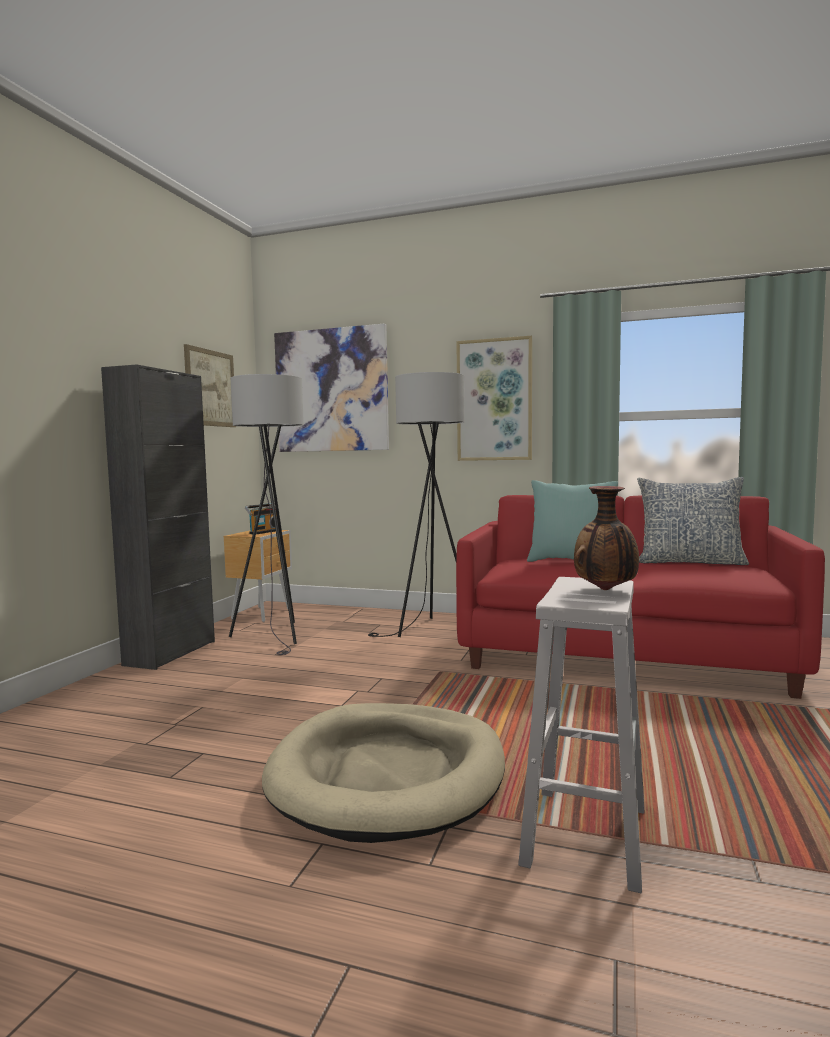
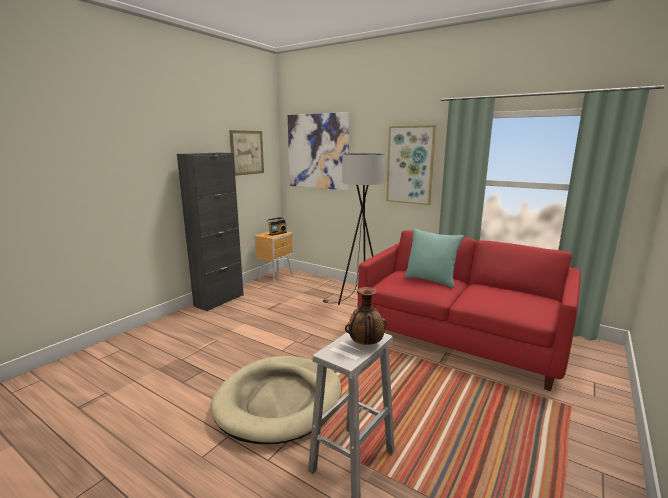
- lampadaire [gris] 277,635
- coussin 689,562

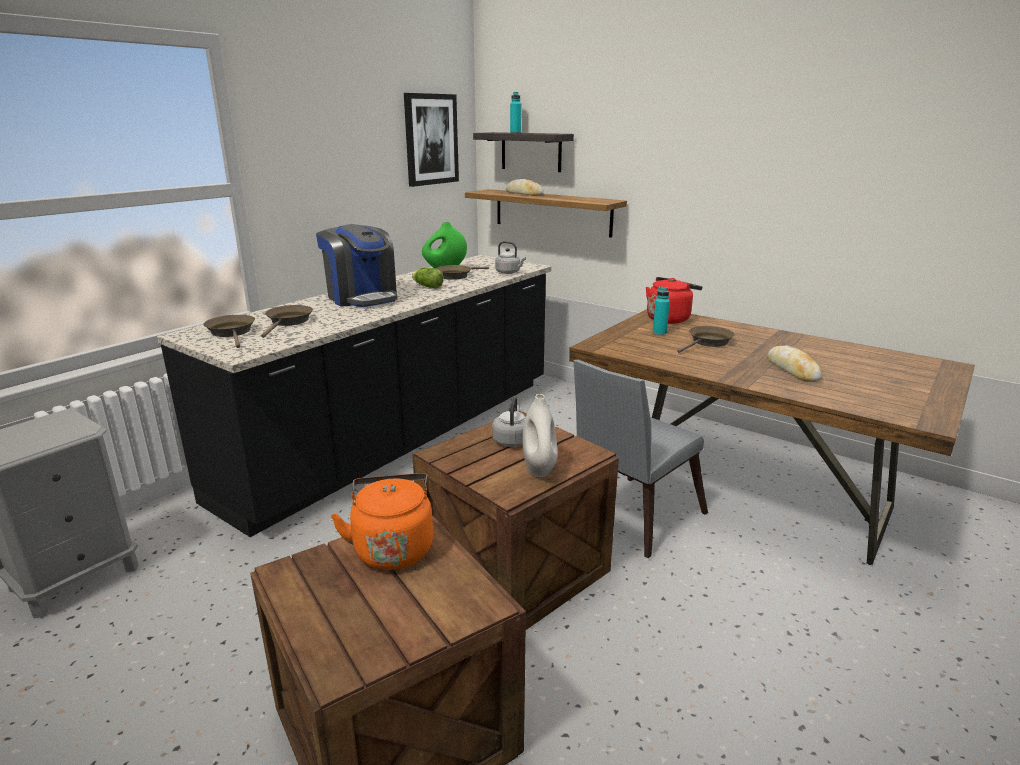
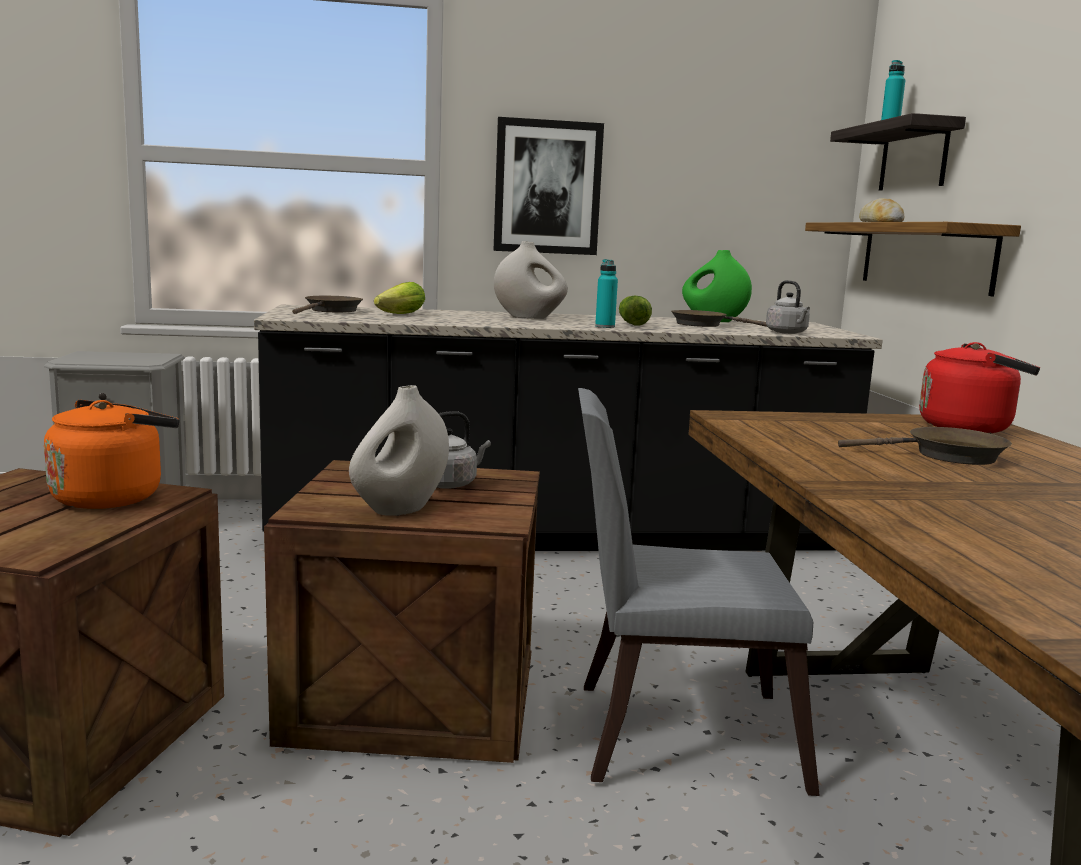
~ tableau 431,139 to 547,187
~ machine à café 362,297 to vase [blanc] 529,317
~ bouteille [turquoise] 659,333 to 605,326
~ poêle [marron] 288,322 to laitue 398,314
- pain 792,370

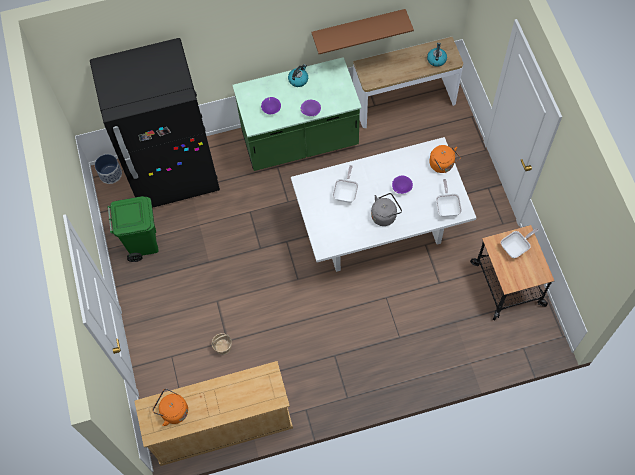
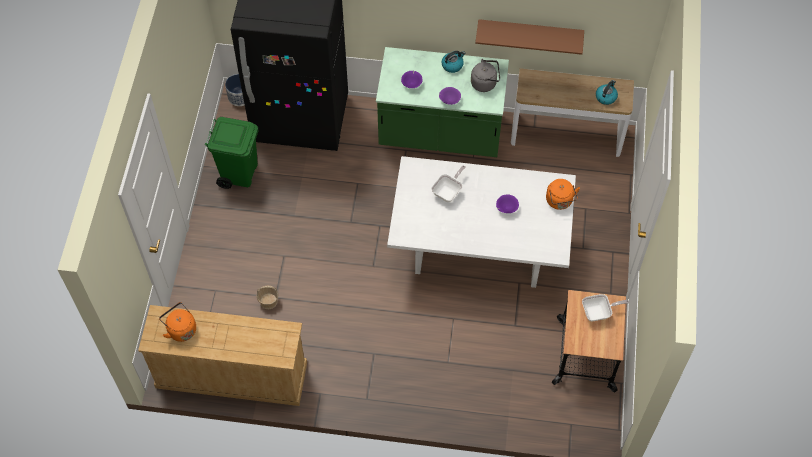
- poêle 447,207
~ bouilloire [gris] 385,215 to 485,83

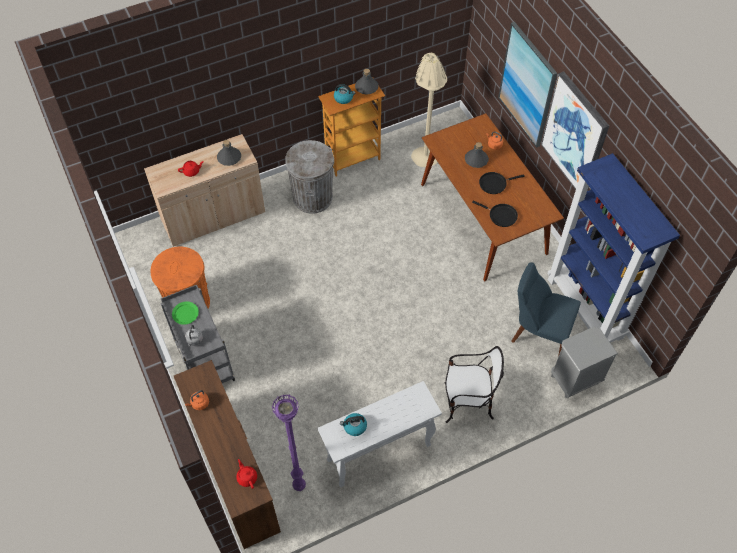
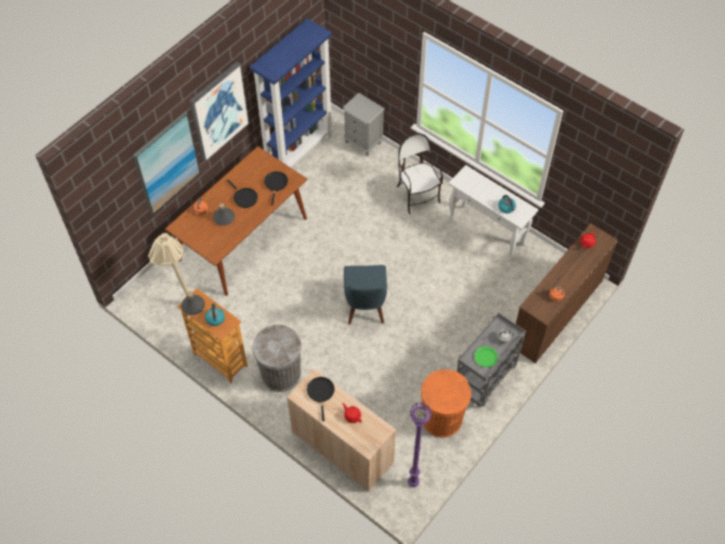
~ bouteille [gris] 229,158 to poêle [noir] 321,393
~ chaise [bleu] 538,332 to 365,307
~ lampadaire [violet] 300,485 to 412,483

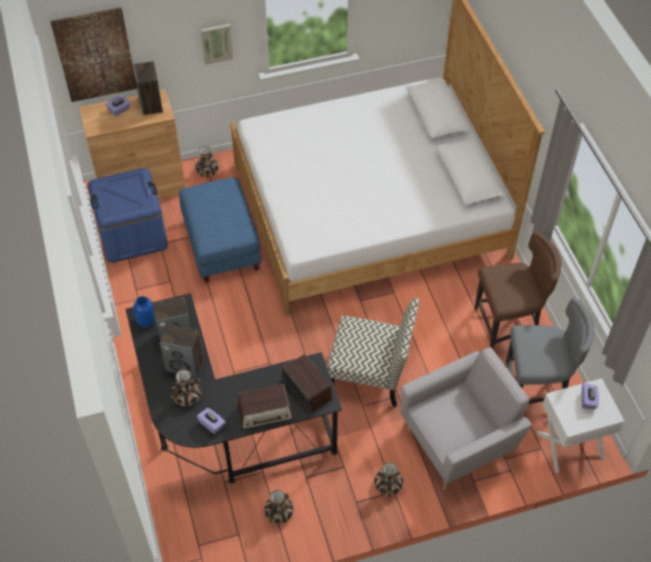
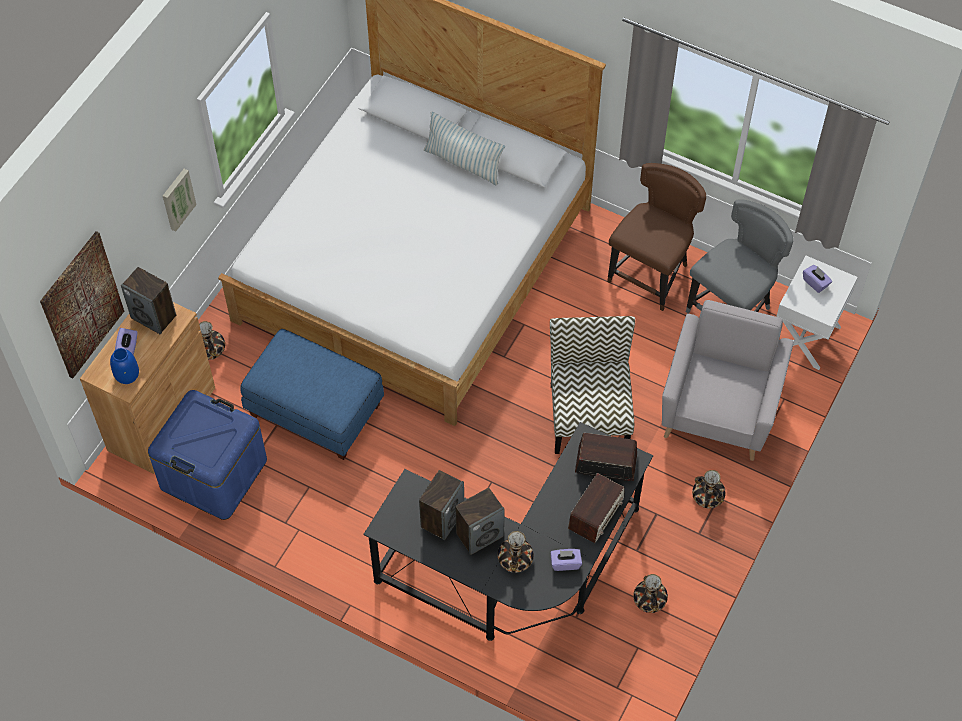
~ vase [bleu] 146,320 to 127,375
~ chaise 370,374 = 588,415 60 degrees counterclockwise
+ coussin 463,163

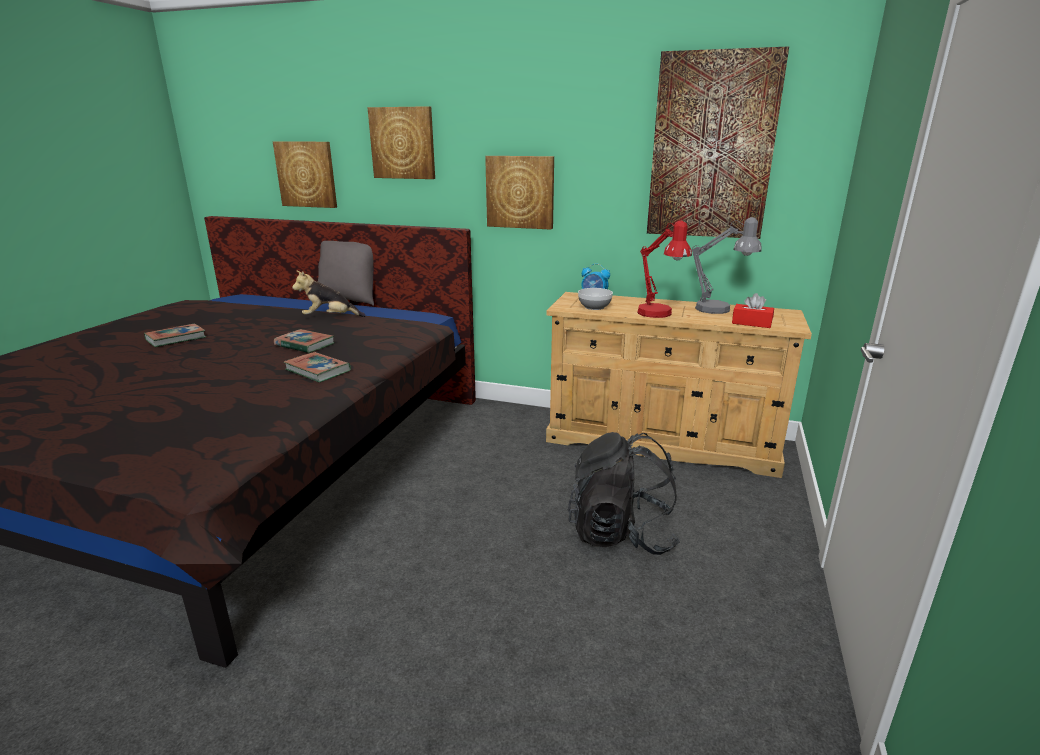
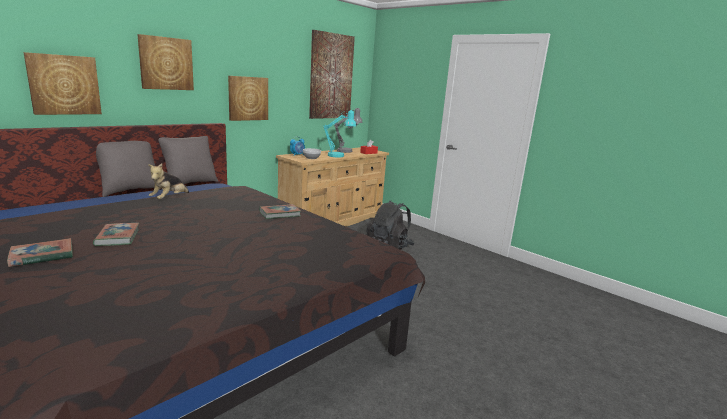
~ lampe de table [rouge] 659,315 to lampe de table [turquoise] 339,156
~ livre 305,345 to 42,256
+ coussin [gris] 190,184

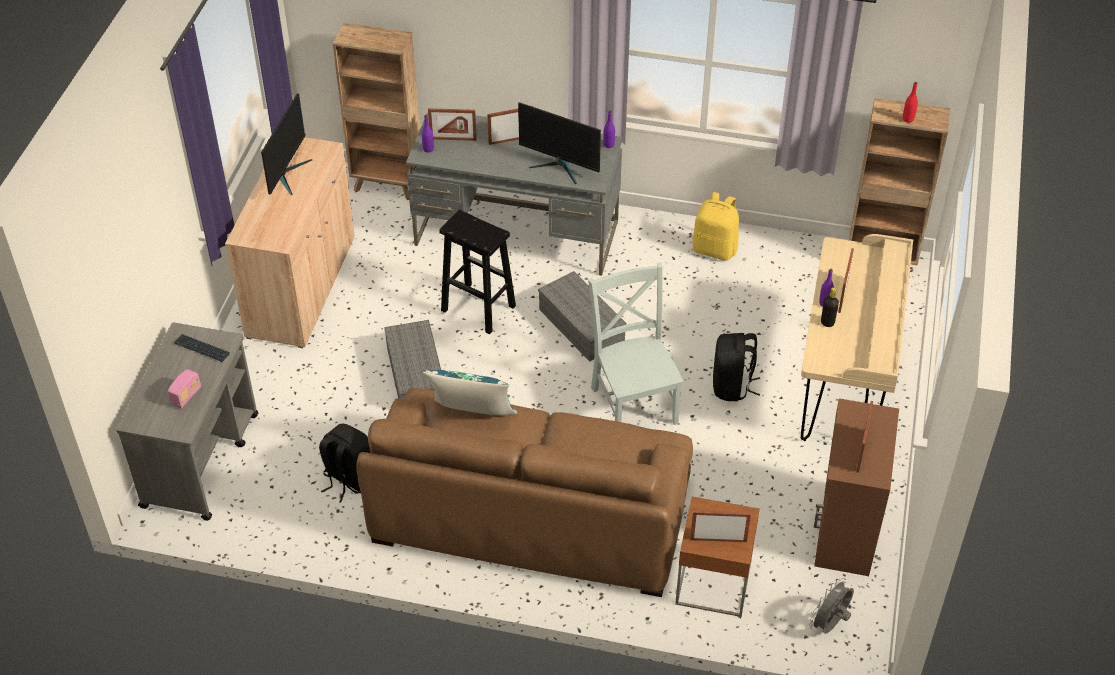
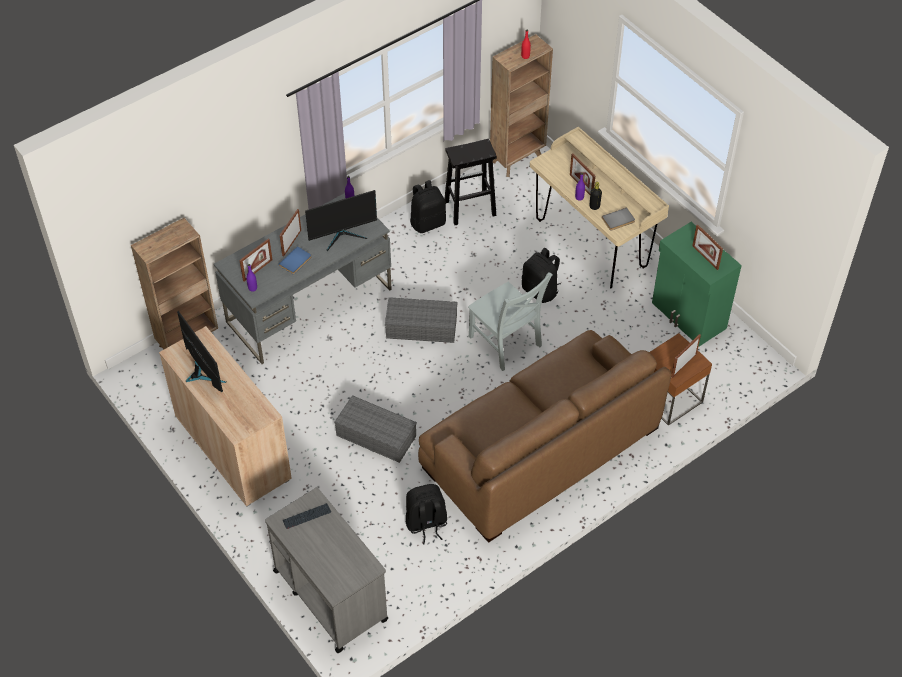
~ sac à dos [jaune] 715,249 to sac à dos [noir] 428,222
~ tabouret [noir] 477,308 to 469,208
~ chaise [gris] 633,402 = 506,343 150 degrees counterclockwise
- radio 186,396
- coussin [bleu] 472,418
~ meuble de rangement [marron] 844,531 to meuble de rangement [vert] 688,316
- ventilateur [gris] 830,624
+ livre [gris] 618,220
+ livre [bleu] 296,262

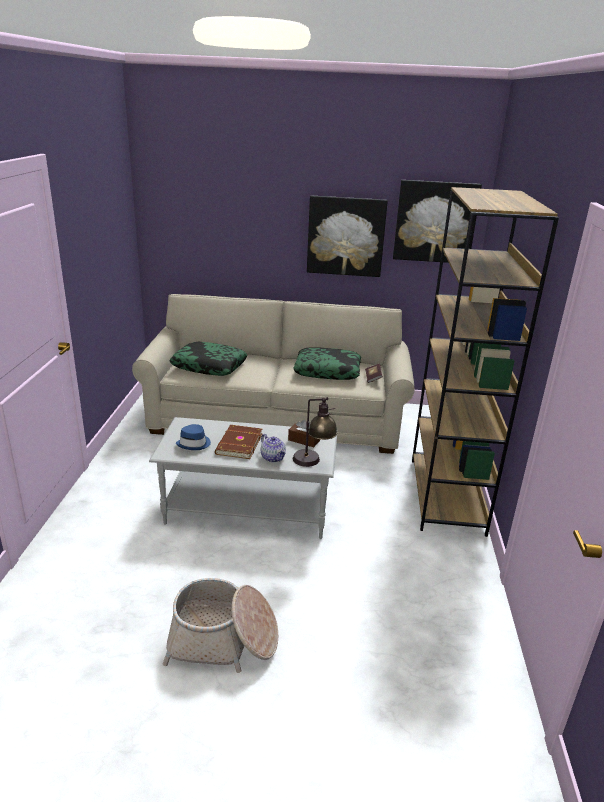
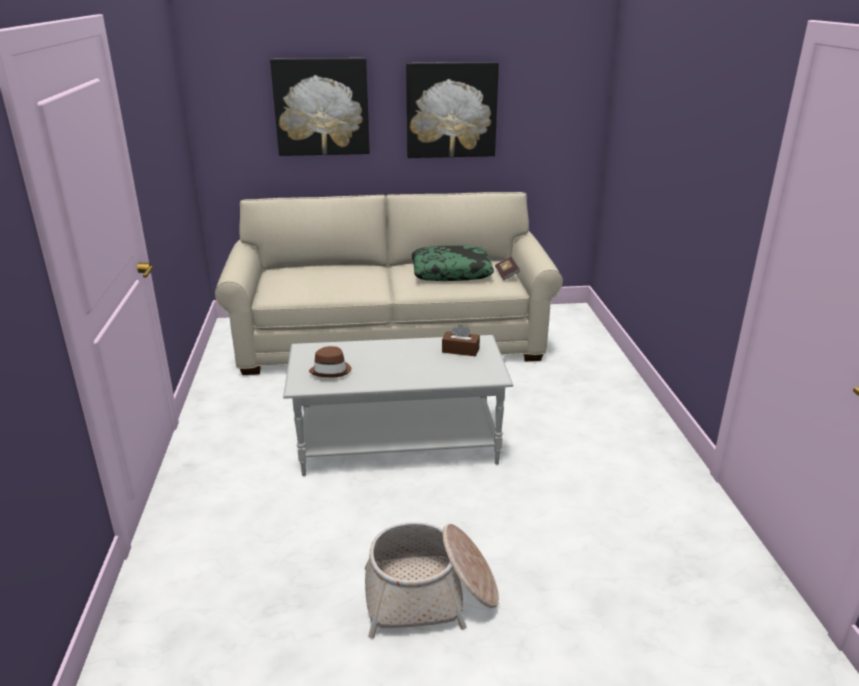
~ tableau 435,222 to 321,107
- bibliothèque [marron] 447,496
- coussin 209,366
- lampe de table 313,464
~ chapeau [bleu] 194,444 to chapeau [marron] 331,370
- livre [marron] 238,444
- théière 273,458

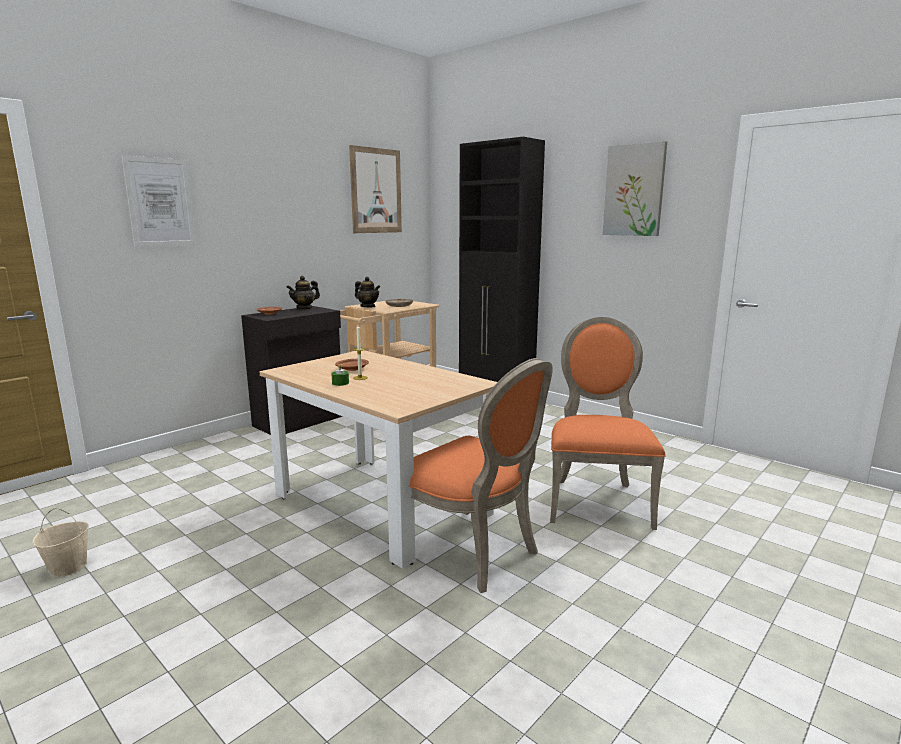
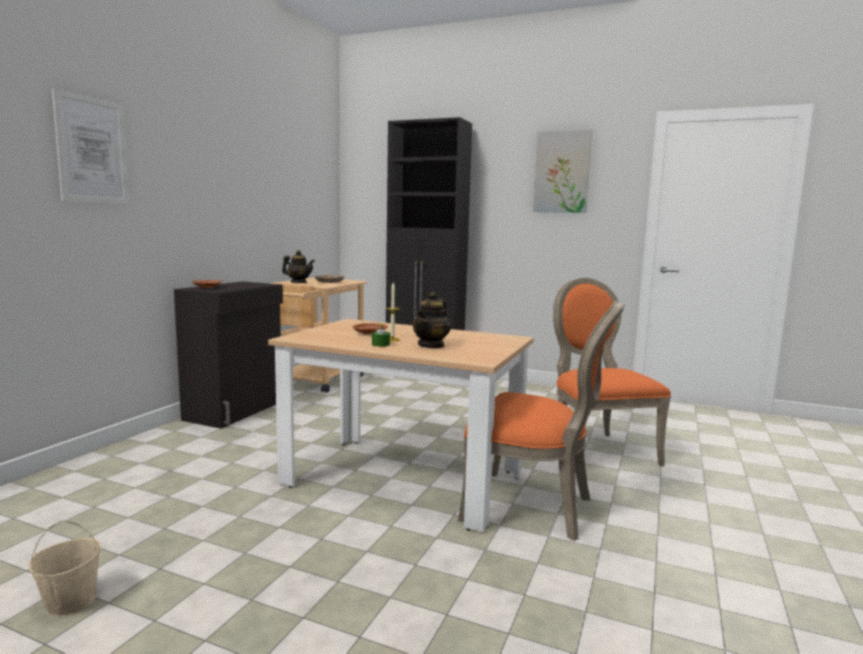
- tableau 376,191
~ théière 304,308 to 431,345

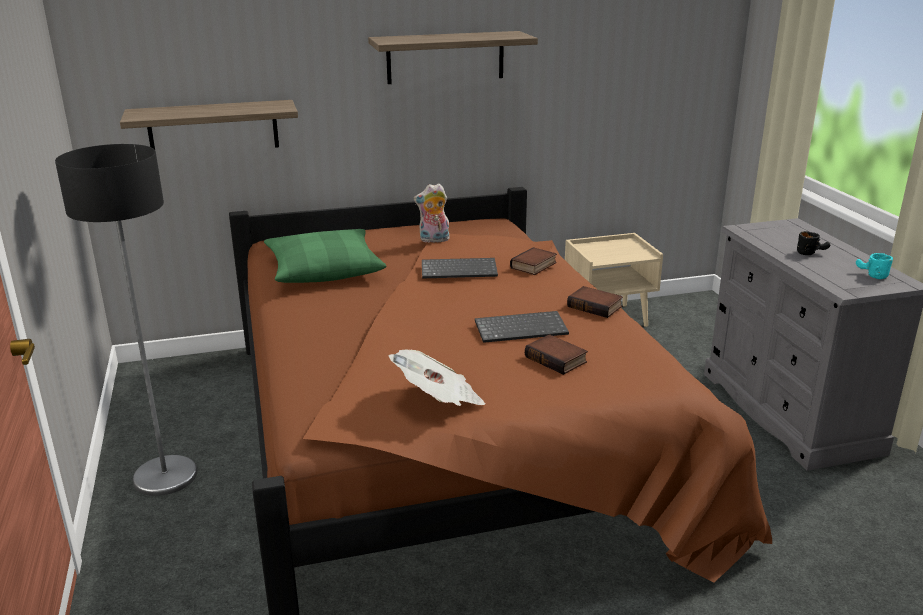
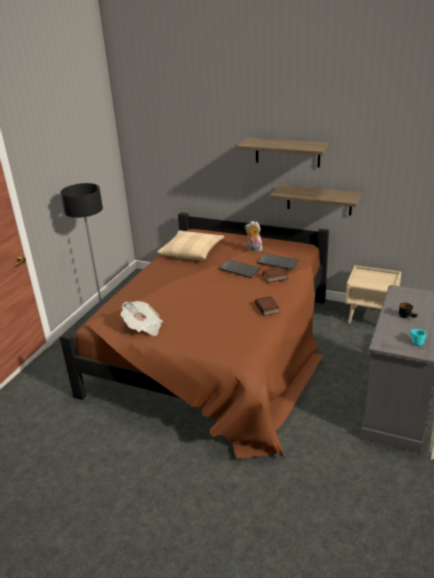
~ étagère 213,128 to 319,200
~ coussin [vert] 324,269 to coussin [beige] 192,251
~ clavier 521,328 to 278,262
- livre 557,359

